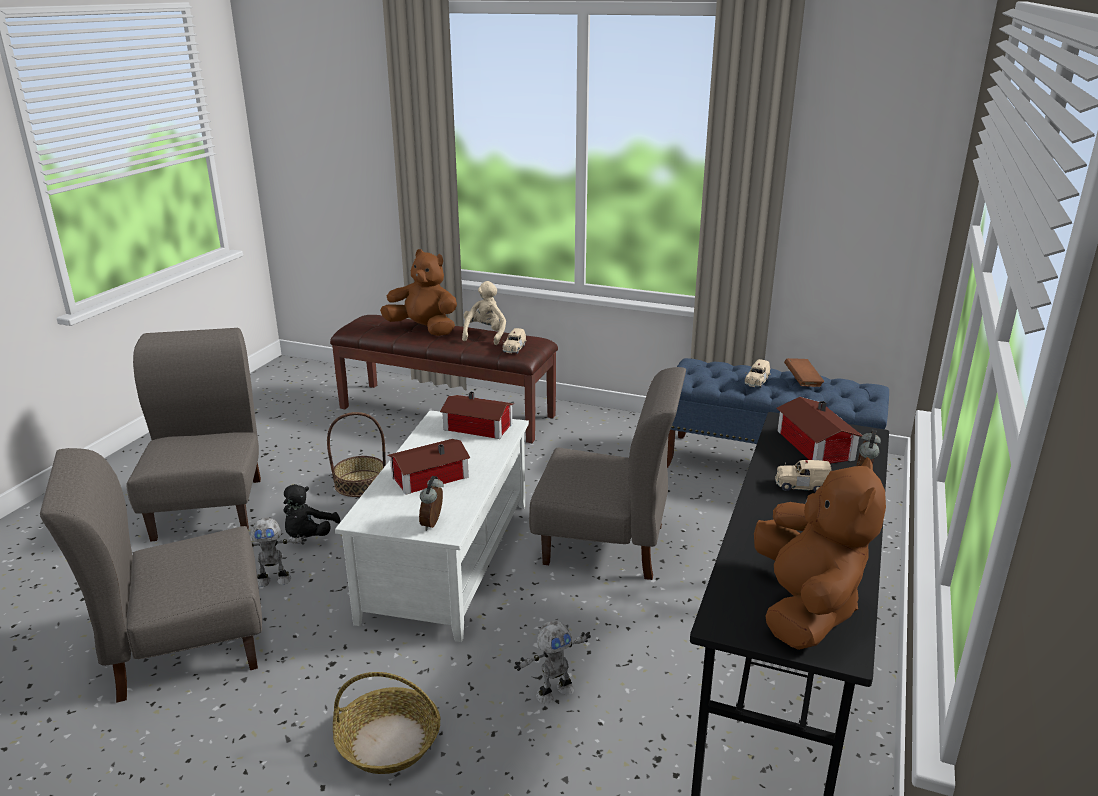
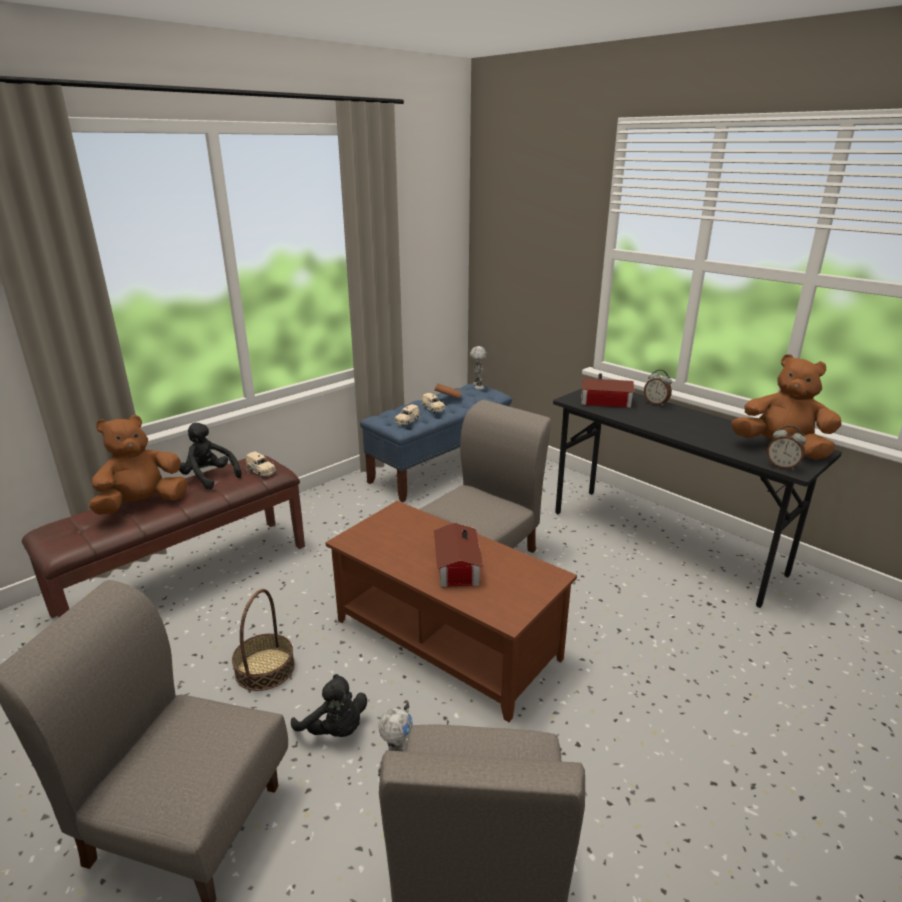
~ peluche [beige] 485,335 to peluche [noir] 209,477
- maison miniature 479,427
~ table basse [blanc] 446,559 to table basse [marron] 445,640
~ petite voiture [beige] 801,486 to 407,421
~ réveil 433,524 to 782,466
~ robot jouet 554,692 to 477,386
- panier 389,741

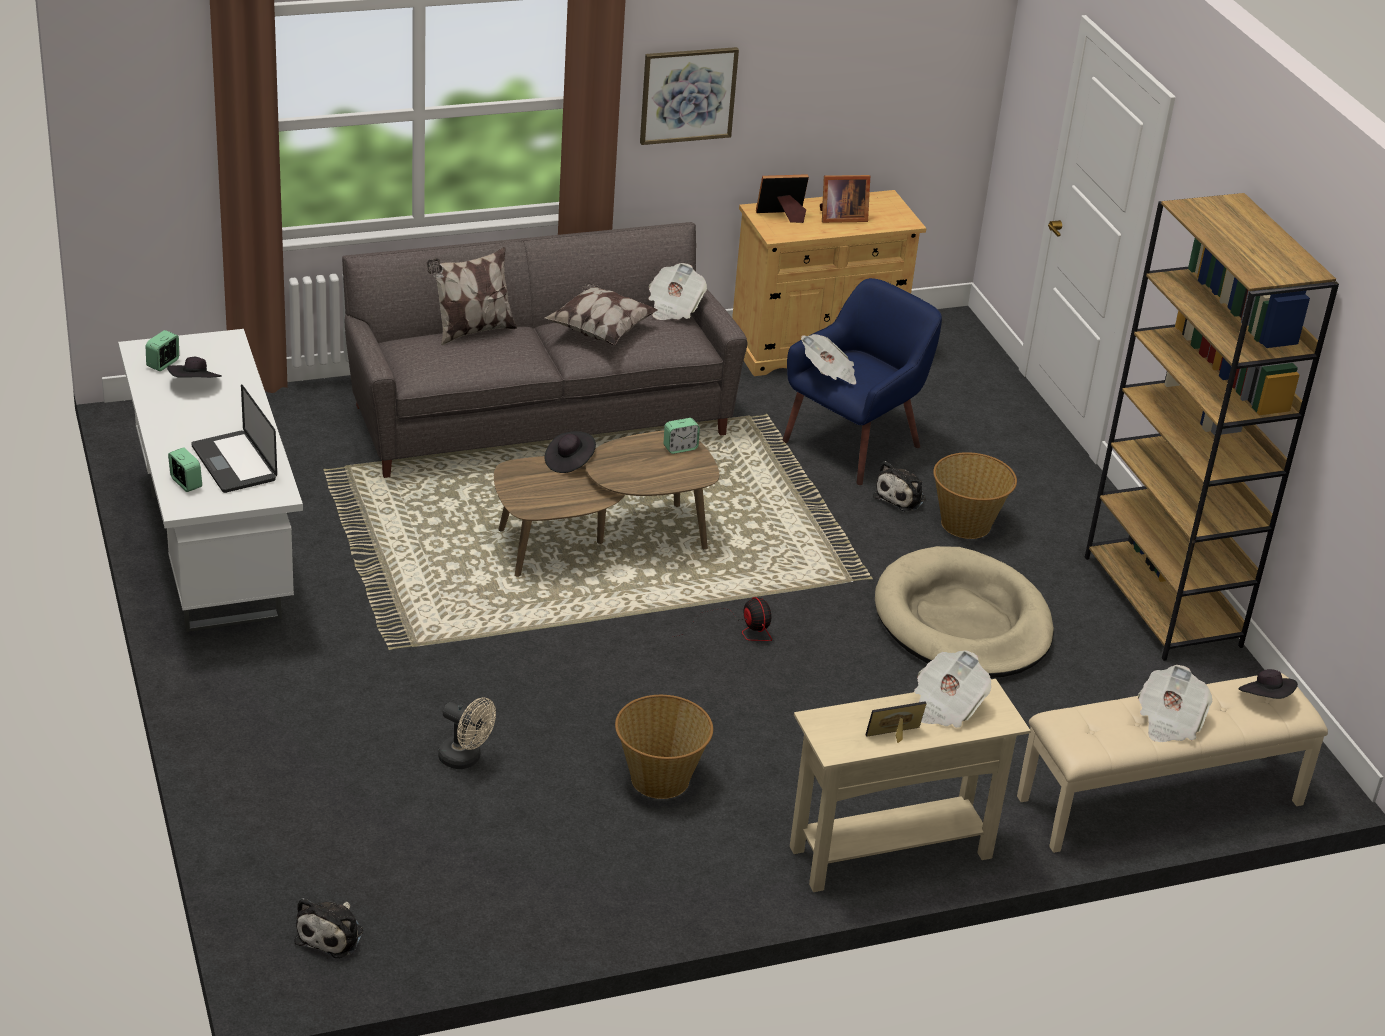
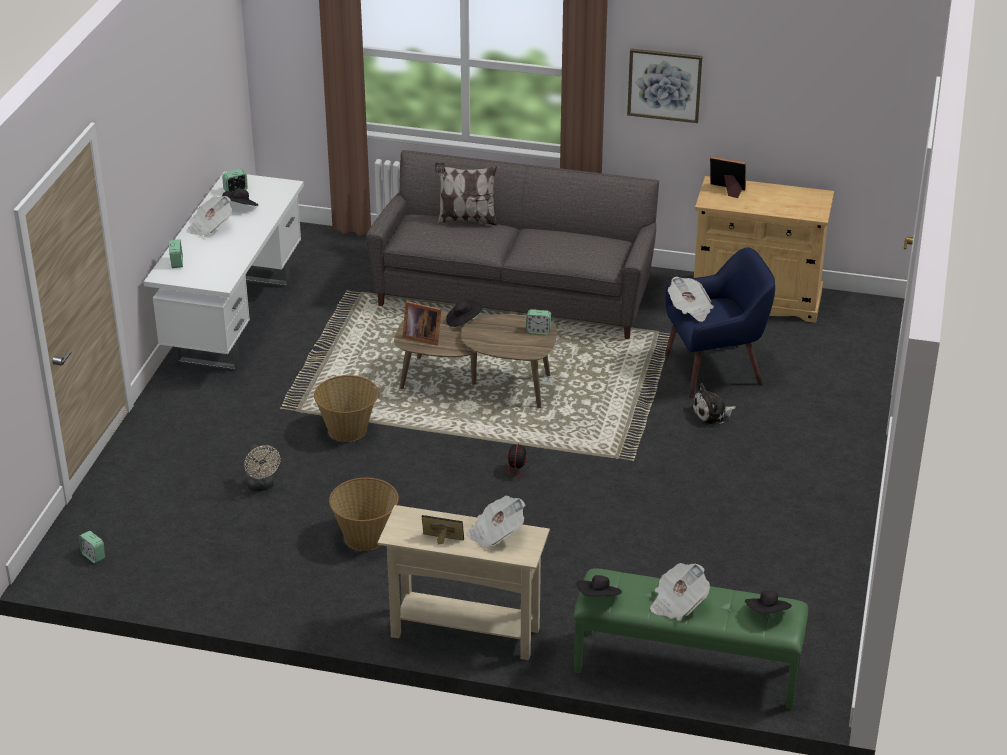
~ cadre photo 840,217 to 422,336
- bibliothèque [marron] 1163,602
~ journal 674,307 to 210,227
- coussin 600,330
- ordinateur portable 234,463
~ panier 967,524 to 348,430
- panier pour chien [beige] 963,622
~ banc [beige] 1160,802 to banc [vert] 686,669
~ peluche 332,934 to réveil 93,556
+ chapeau [noir] 599,598

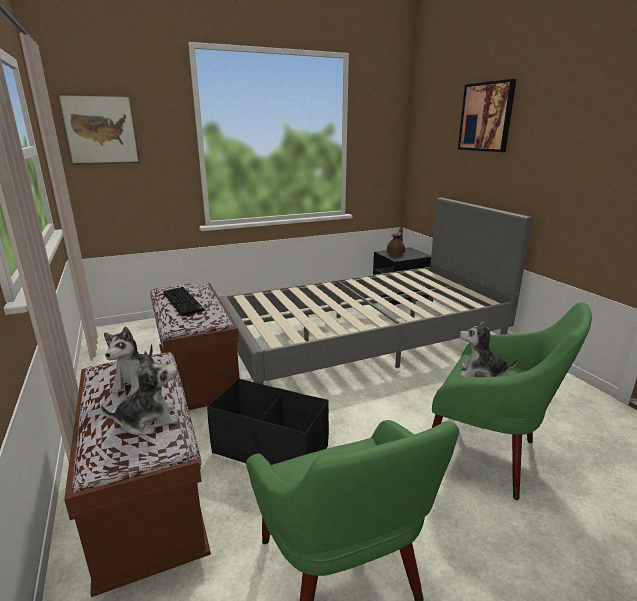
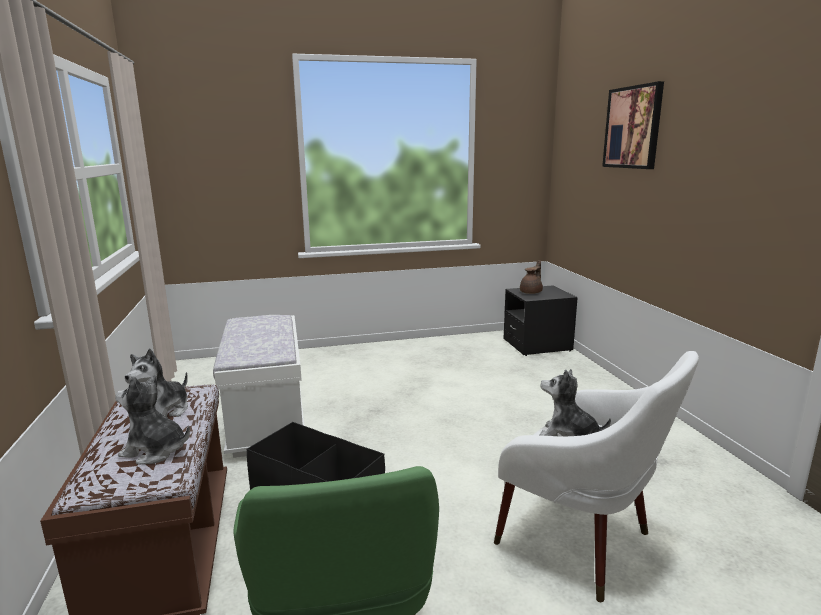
- tableau 100,130
- lit [gris] 364,341
~ banc [marron] 198,376 to banc [blanc] 268,420
- clavier 184,302
~ fauteuil [vert] 488,455 to fauteuil [blanc] 582,543
~ peluche 148,420 = 155,451 150 degrees counterclockwise

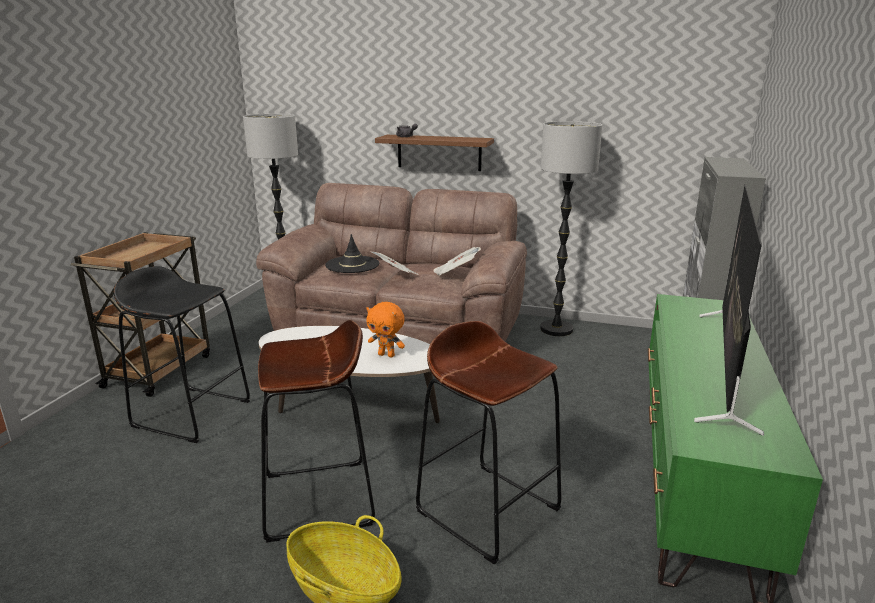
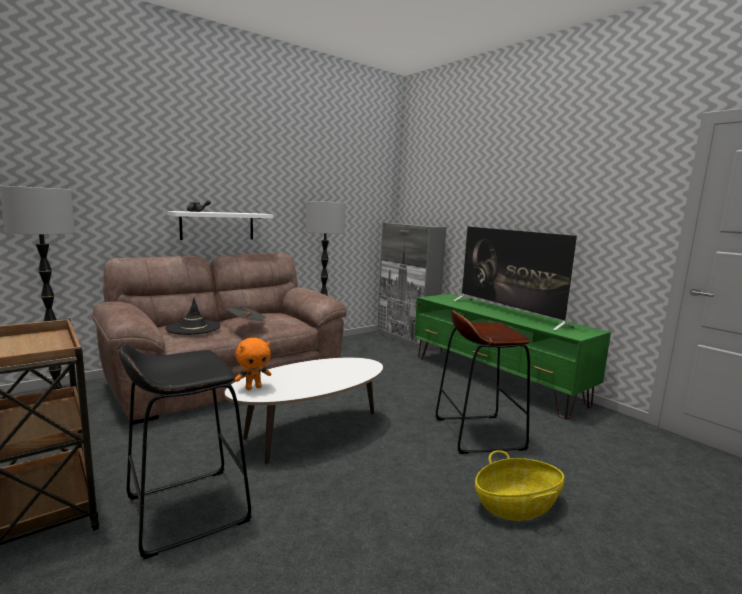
~ étagère [marron] 439,152 to étagère [blanc] 217,226
- journal 455,273
~ peluche [orange] 387,355 to 253,388
- tabouret [marron] 318,499

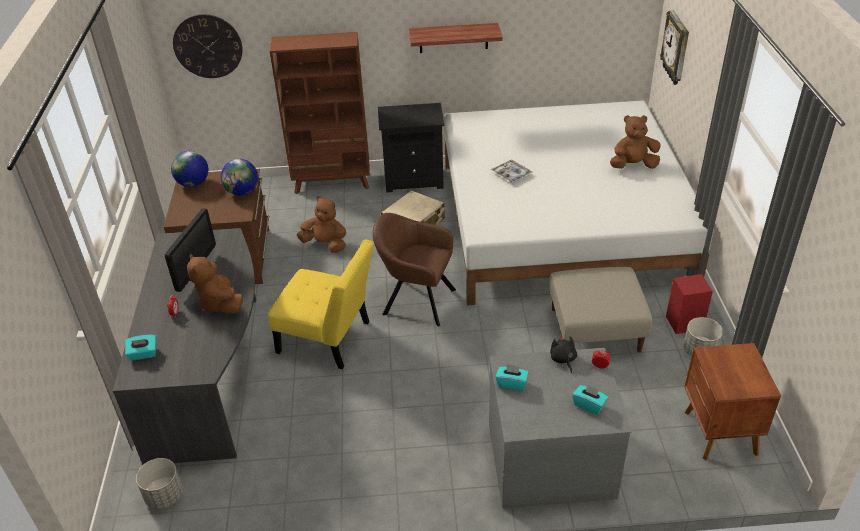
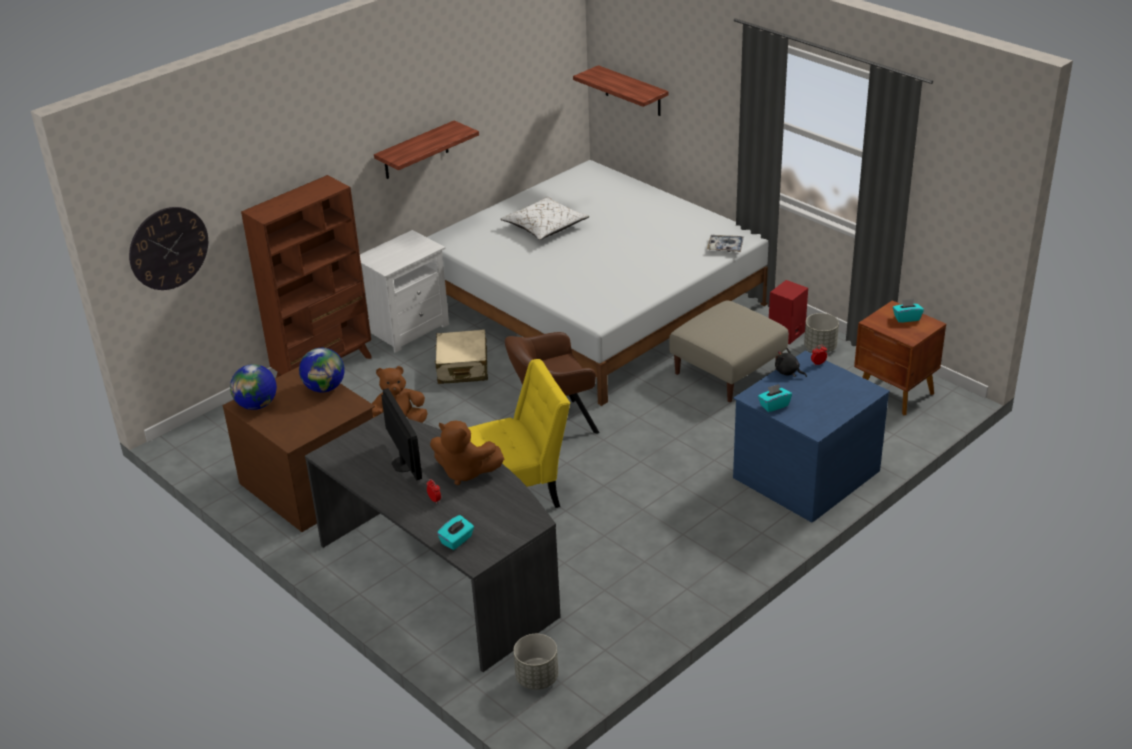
~ horloge murale 676,48 to étagère 632,91
~ table de chevet [noir] 414,179 to table de chevet [blanc] 408,329
- peluche [marron] 633,165
~ plateau 511,174 to 725,247
~ commode [gris] 550,458 to commode [bleu] 804,473
~ boîte à mouchoirs [turquoise] 589,405 to 906,318
+ coussin [blanc] 544,227

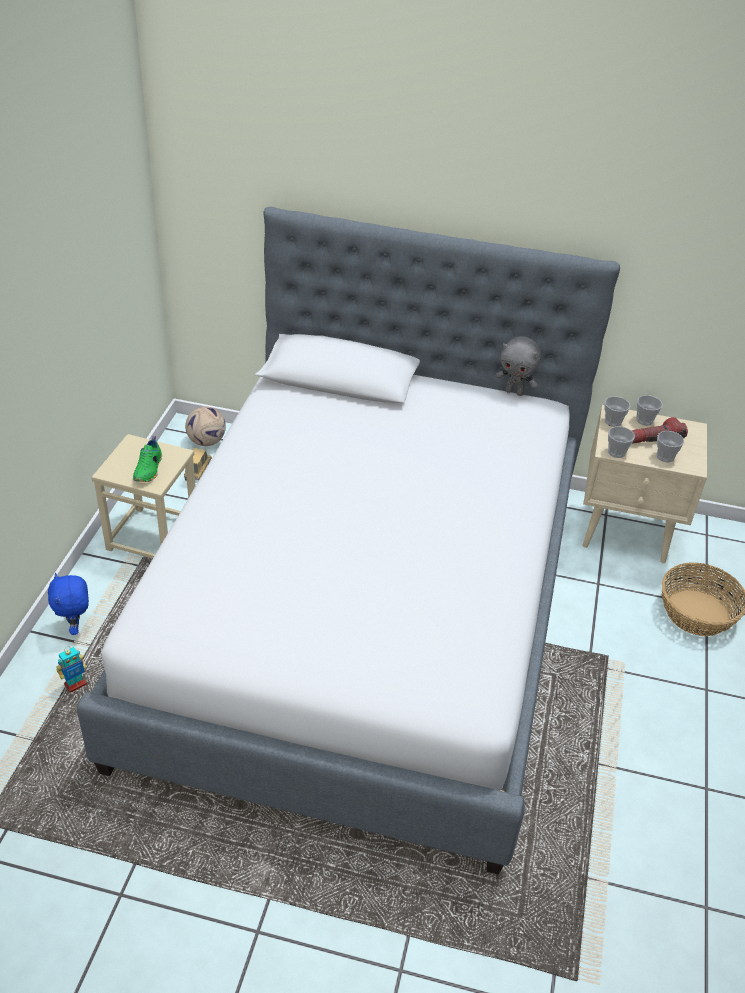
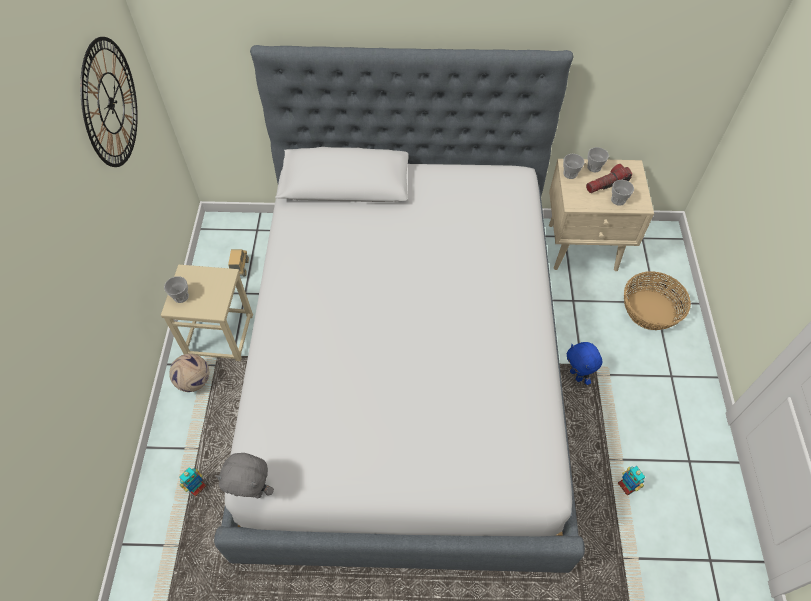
~ peluche [gris] 515,392 to 253,491
~ ballon de foot 206,442 to 194,381
~ tasse 616,452 to 181,296
- chaussure [vert] 149,469
~ peluche [bleu] 76,627 to 576,375
+ horloge murale 110,103
+ robot jouet 626,486

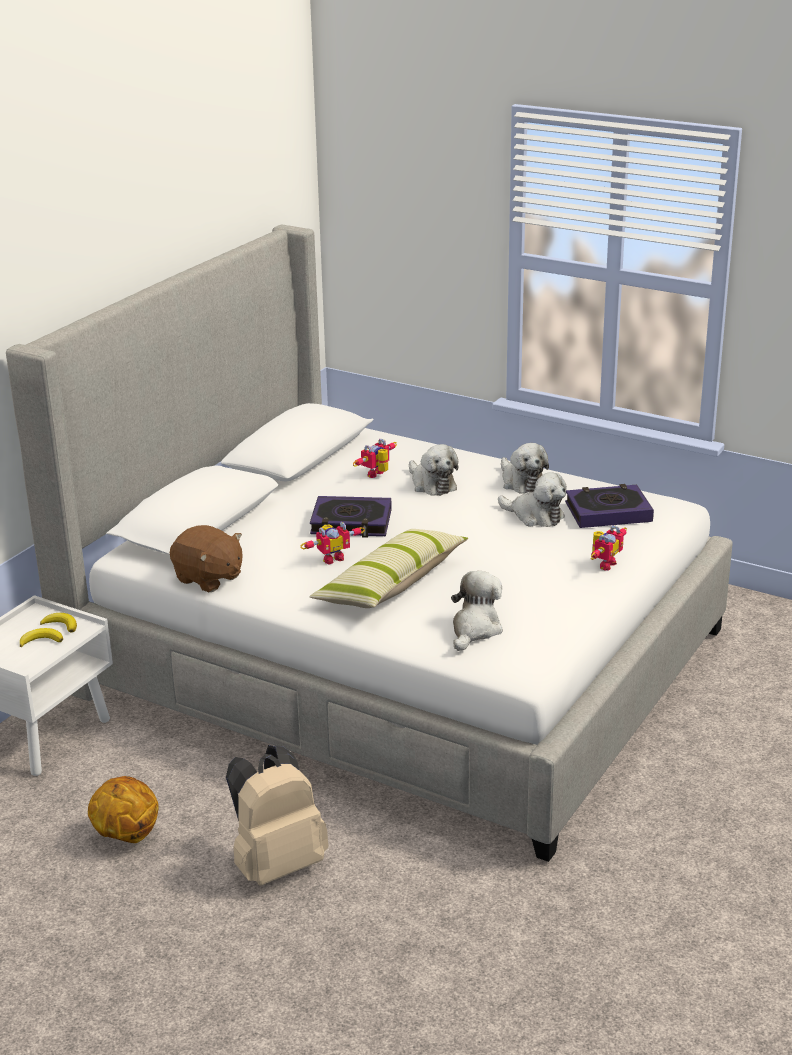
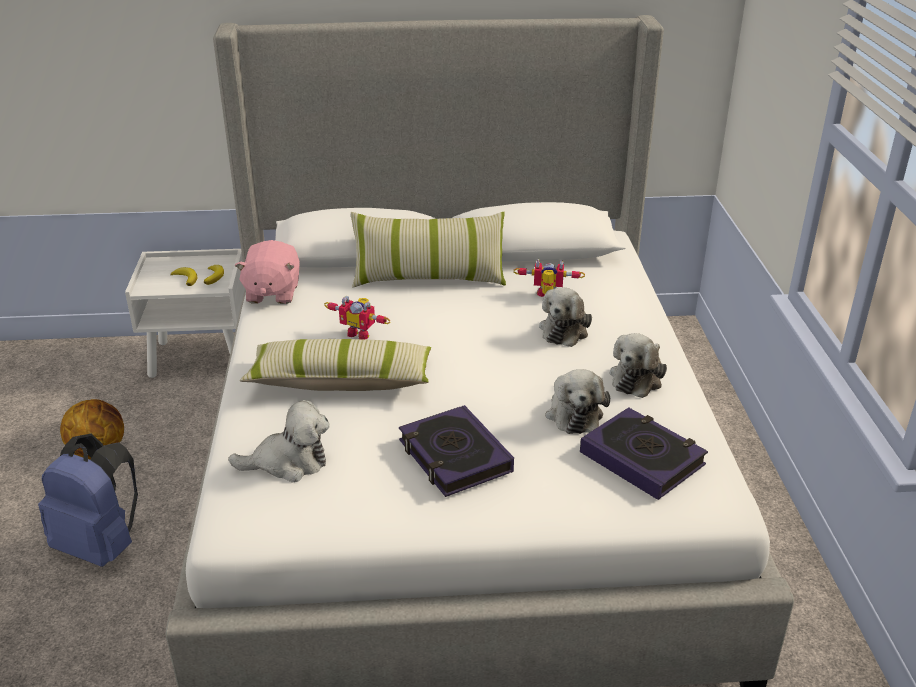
~ livre 351,523 to 454,457
~ peluche [marron] 208,578 to peluche [rose] 272,293
- robot jouet 604,564
~ sac à dos [beige] 277,864 to sac à dos [bleu] 101,545
+ coussin 429,278

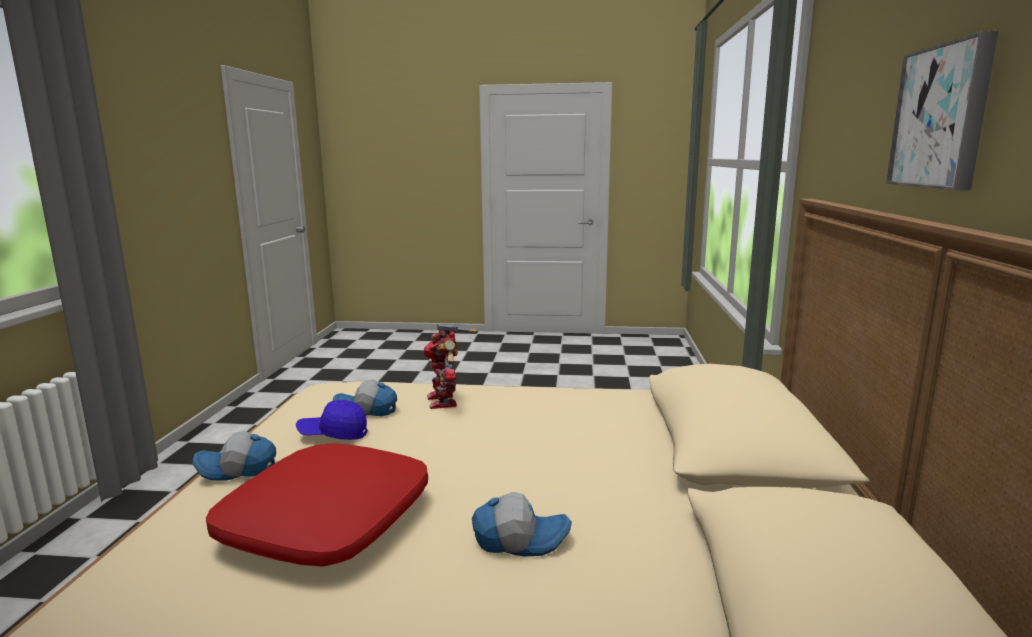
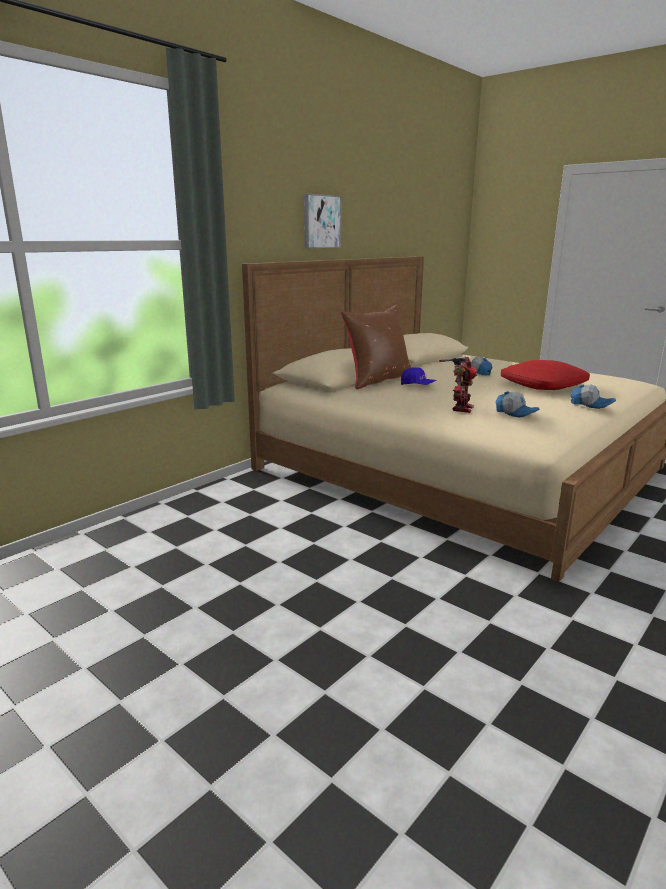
~ casquette [bleu] 333,434 to 417,385
+ coussin [marron] 378,380

